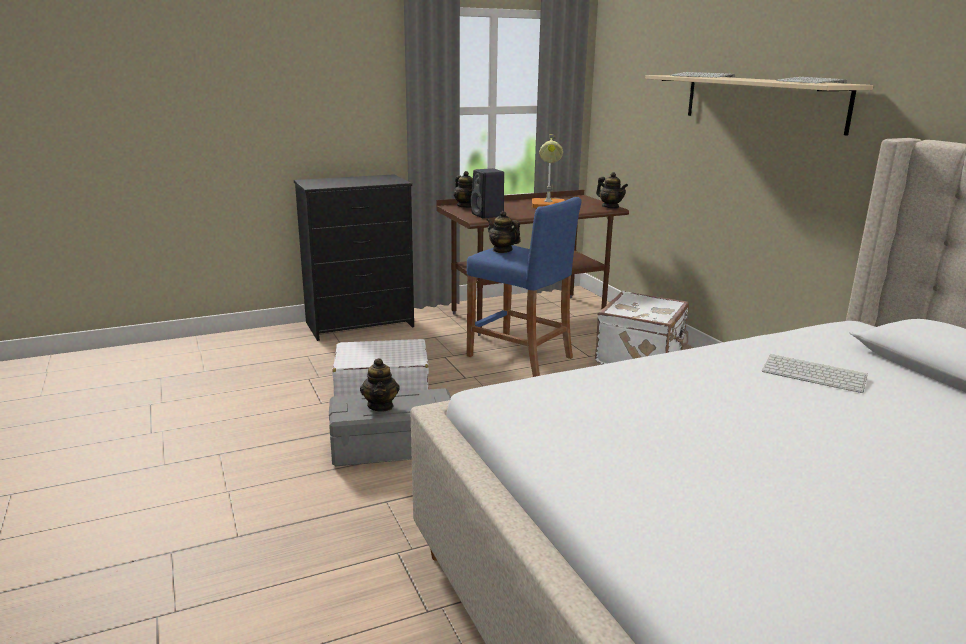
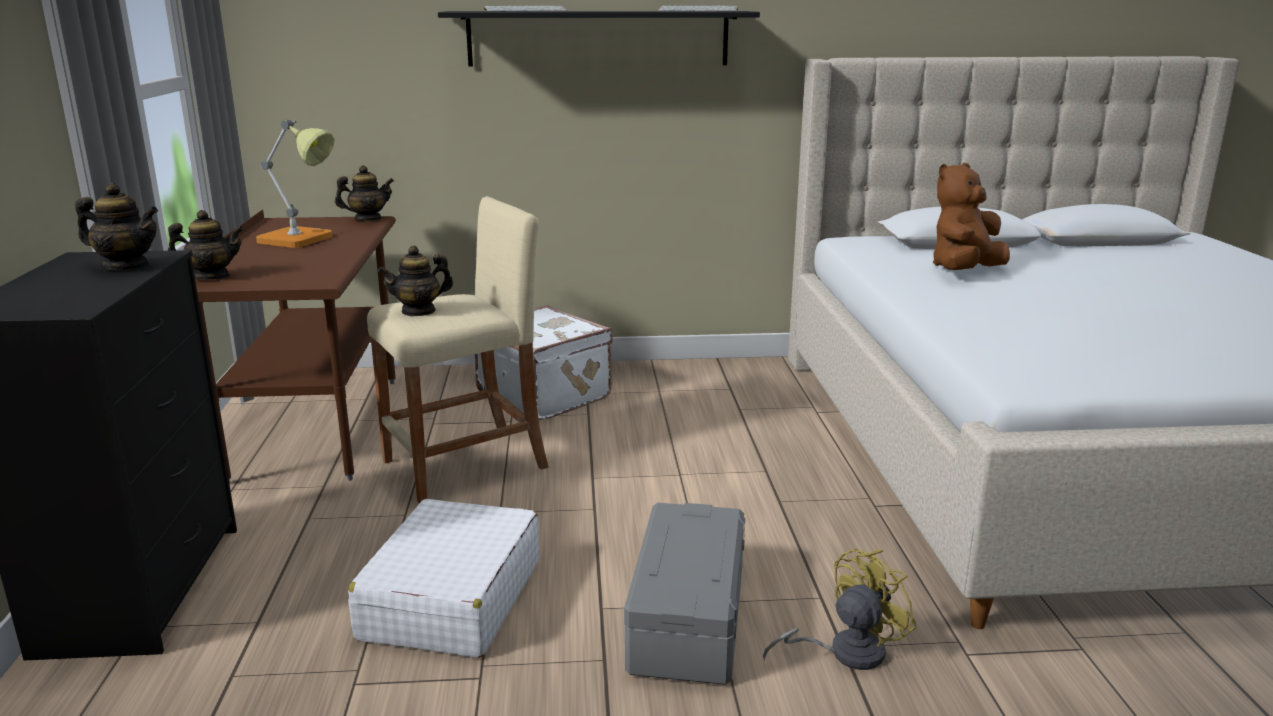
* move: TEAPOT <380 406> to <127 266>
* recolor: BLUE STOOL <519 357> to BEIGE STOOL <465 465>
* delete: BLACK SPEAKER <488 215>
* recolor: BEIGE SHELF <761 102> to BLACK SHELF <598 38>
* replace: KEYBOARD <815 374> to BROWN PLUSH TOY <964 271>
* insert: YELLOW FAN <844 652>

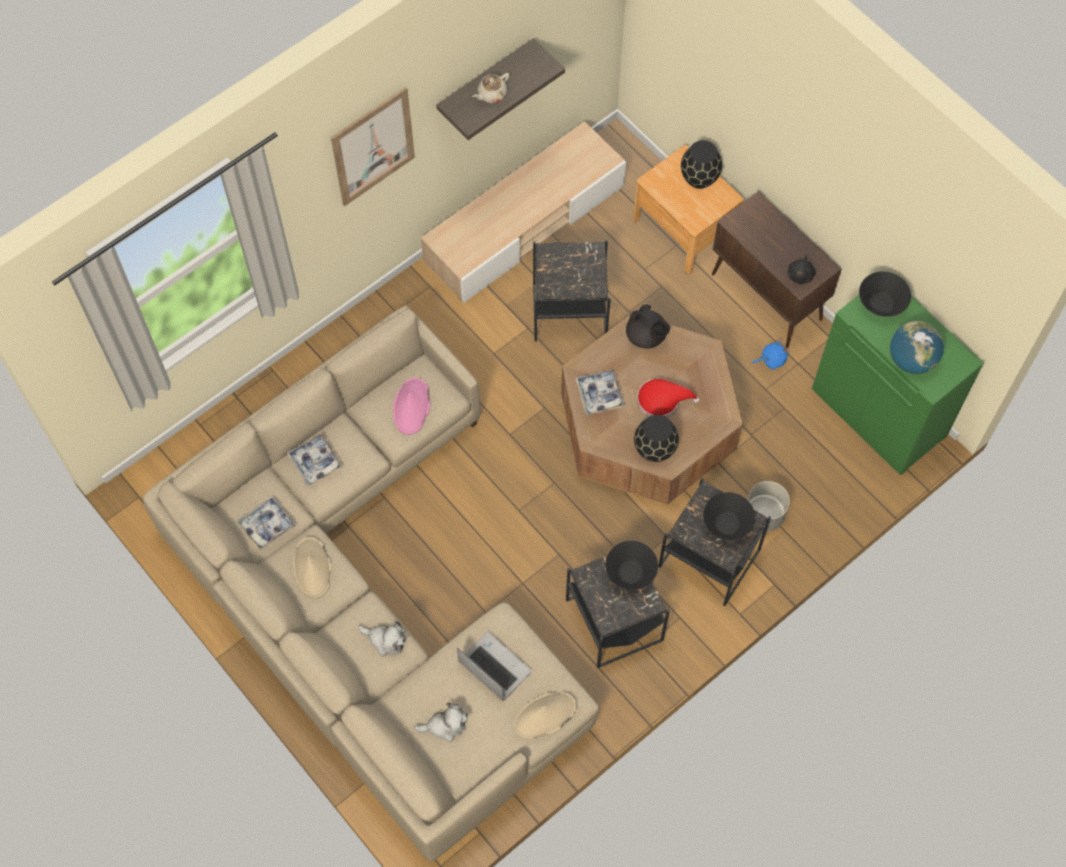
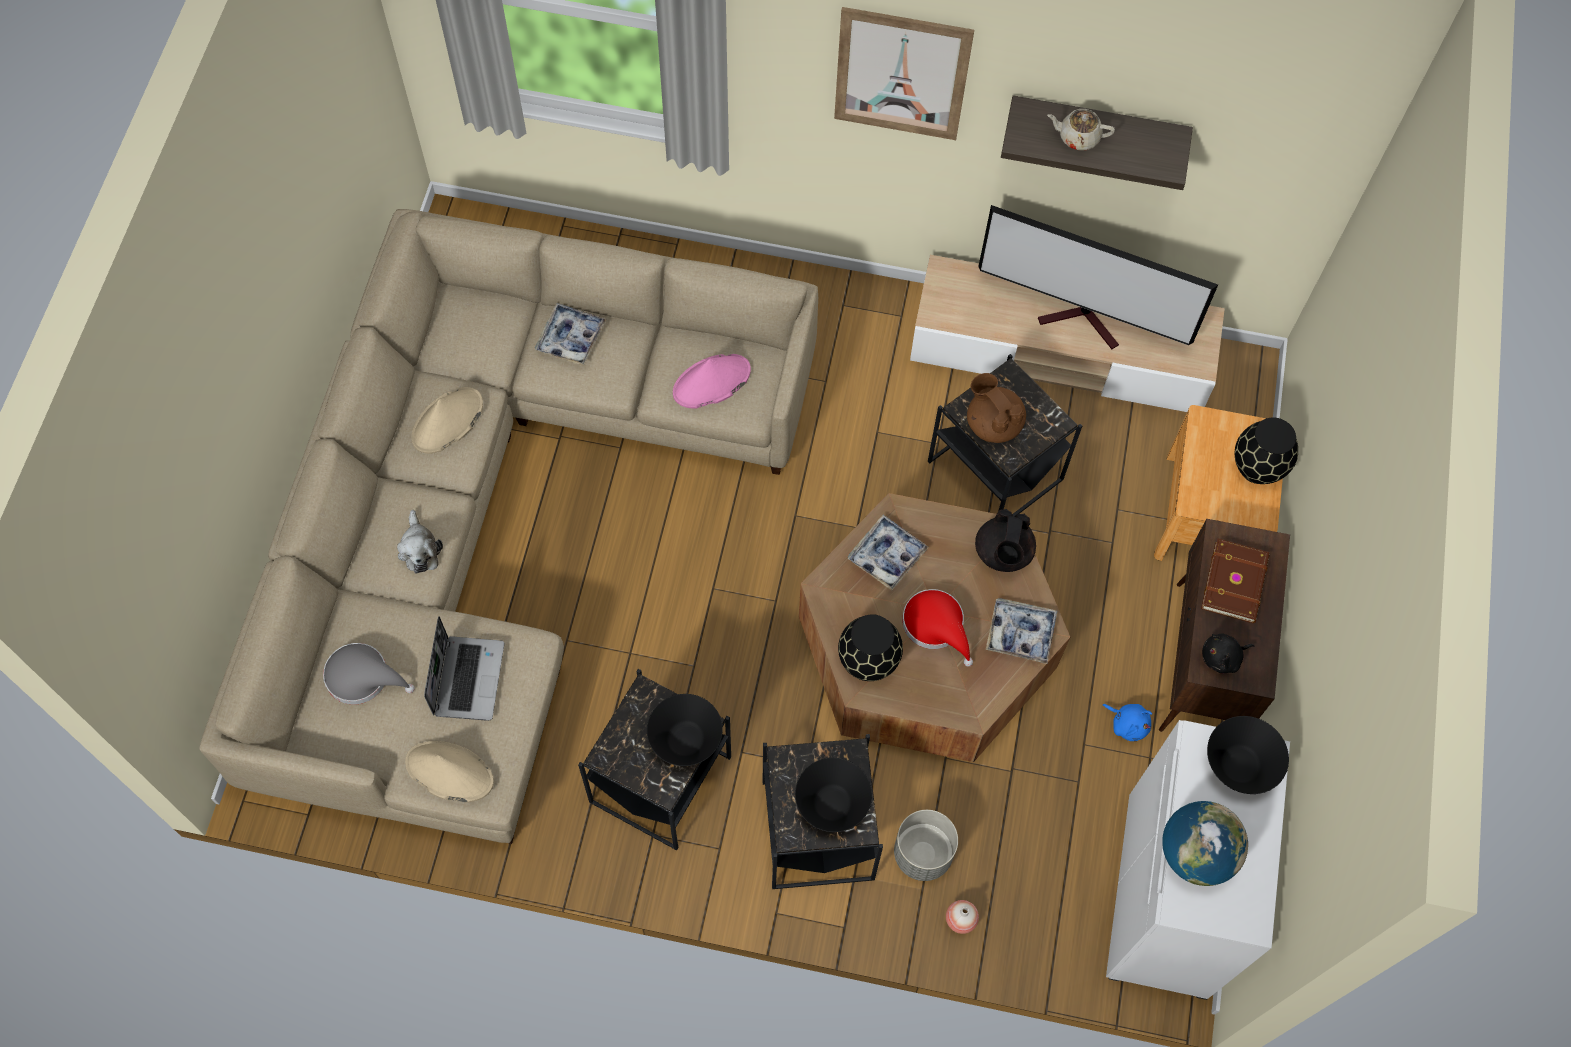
* move: TRAY <267 525> to <1020 633>
* replace: PLUSH TOY <445 725> to GREY HAT <363 677>
* recolor: GREEN CABINET <879 413> to WHITE CABINET <1168 897>
* insert: VASE <960 920>
* insert: BROWN TEAPOT <993 423>
* insert: TELEVISION <1084 322>
* insert: BROWN BOOK <1236 582>

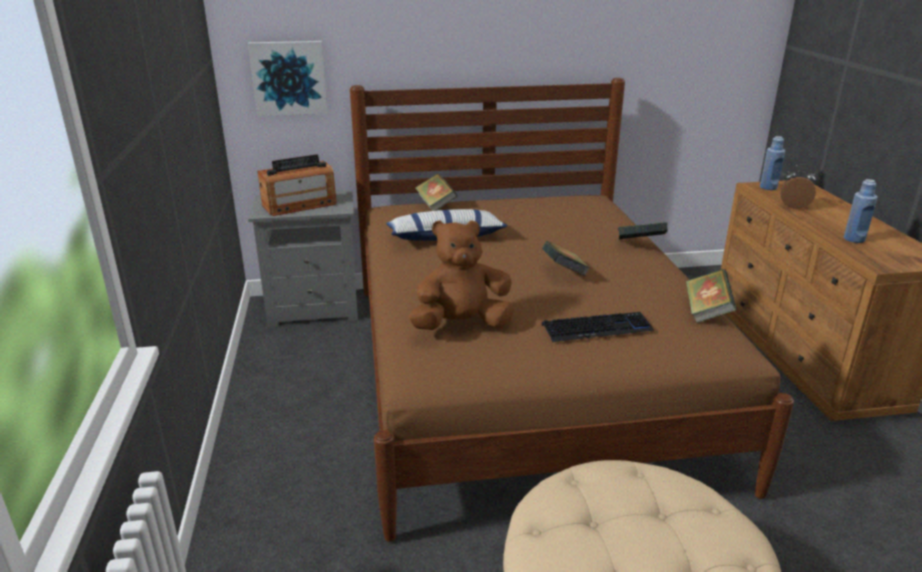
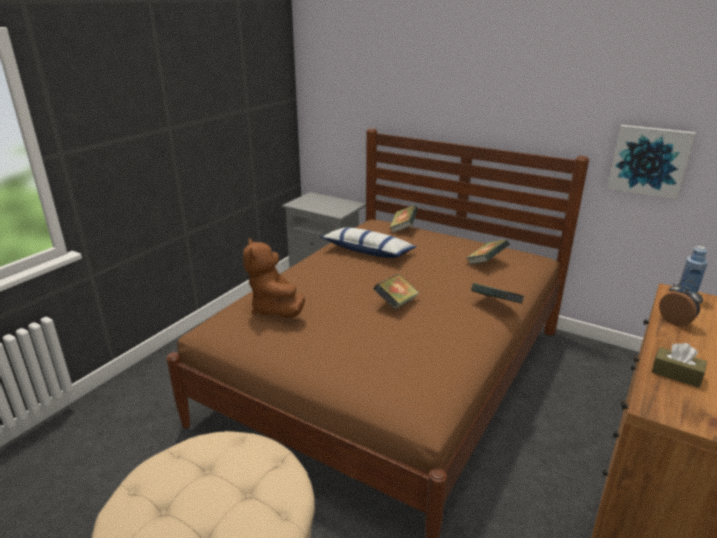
* move: PICTURE <289 78> to <649 161>
* delete: RADIO <299 205>
* rotate: BROWN PLUSH TOY <461 325> = <275 309> 135 degrees counterclockwise
* delete: KEYBOARD <597 328>
* move: BOOK <707 312> to <486 262>
* replace: BLUE BOTTLE <854 239> to BROWN TISSUE BOX <676 374>

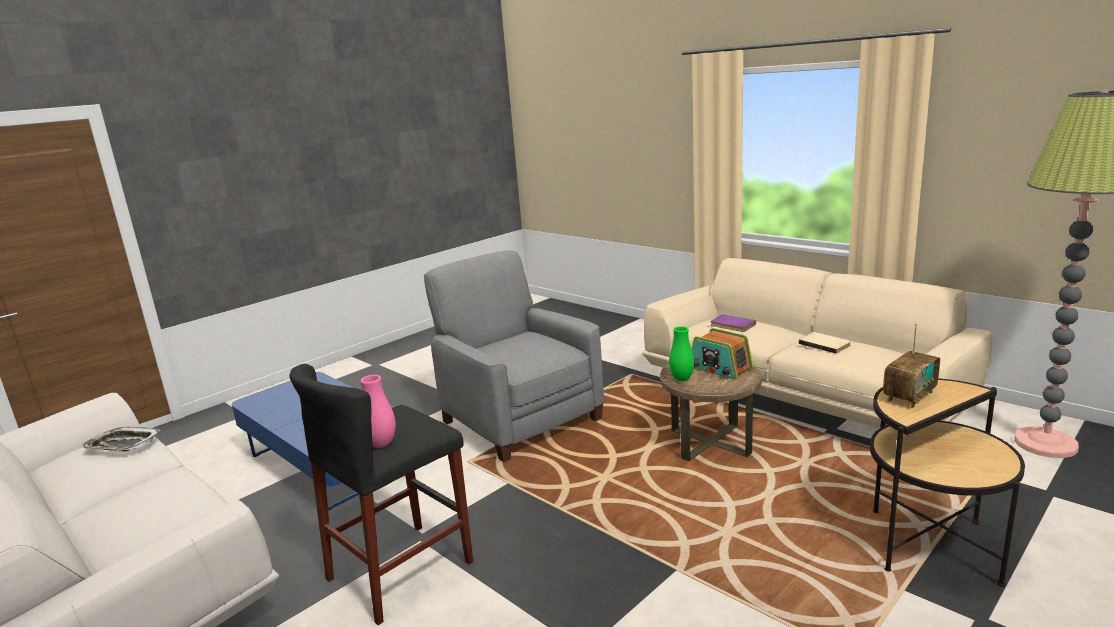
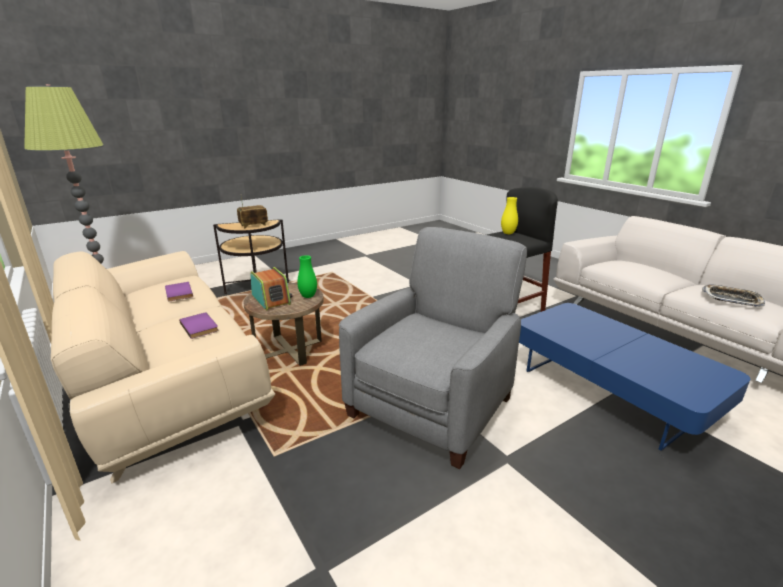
* recolor: PINK VASE <382 444> to YELLOW VASE <508 233>
* rotate: GREY ARMCHAIR <520 420> = <432 406> 120 degrees counterclockwise
* recolor: BEIGE BOOK <825 344> to PURPLE BOOK <177 293>

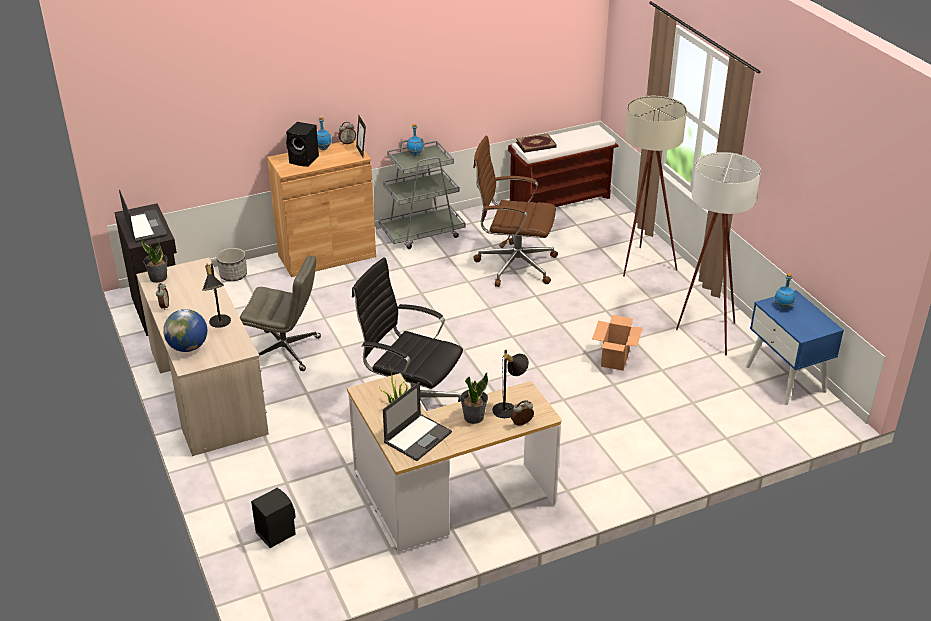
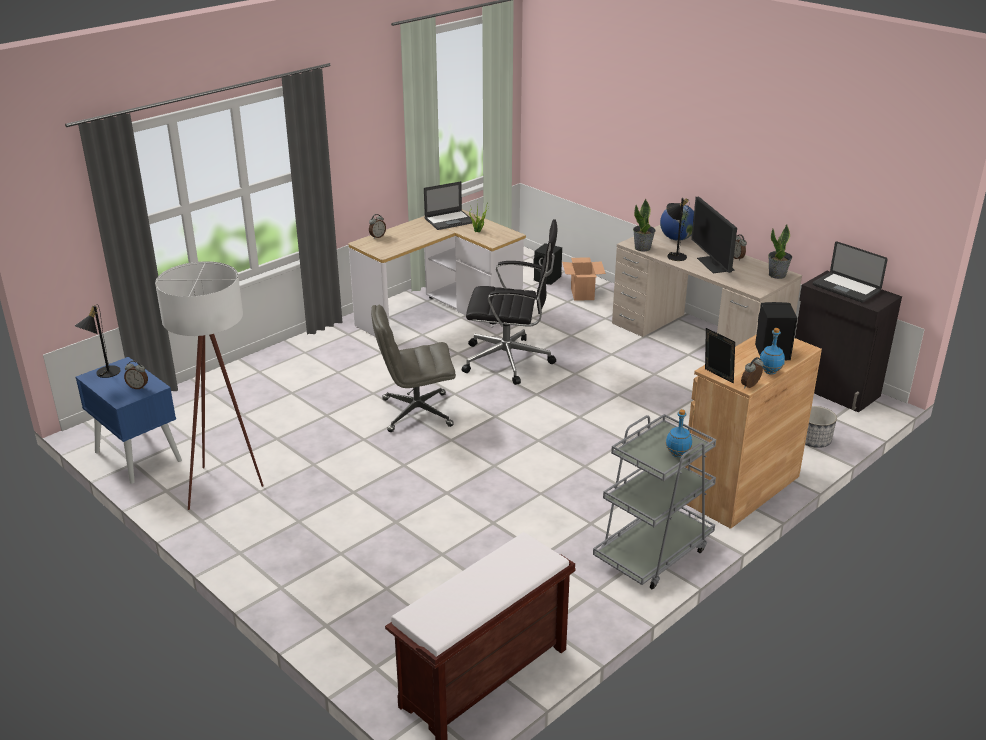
* move: GREY OFFICE CHAIR <285 351> to <416 413>
* rotate: LAPTOP <418 437> = <450 220> 135 degrees counterclockwise
* move: POTTED PLANT <473 417> to <642 248>
* delete: BROWN OFFICE CHAIR <513 265>
* move: BLACK TABLE LAMP <508 409> to <103 373>
* delete: BOOK <536 145>
* move: CARDBOARD BOX <615 359> to <582 293>
* delete: BEIGE FLOOR LAMP <641 267>
* replace: BLUE BOTTLE <782 307> to ALARM CLOCK <138 387>
* insert: MONITOR <715 264>

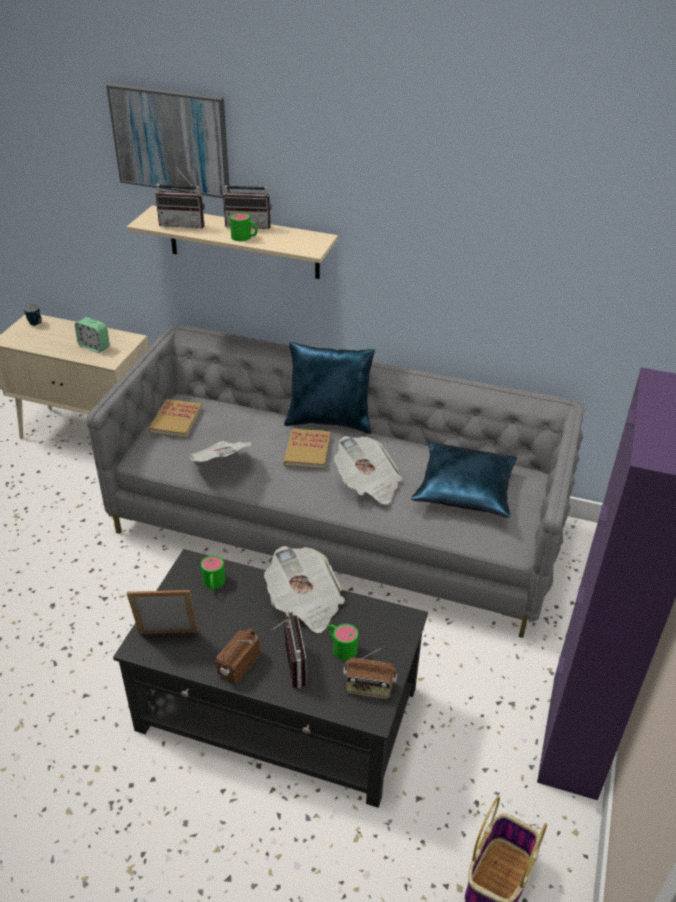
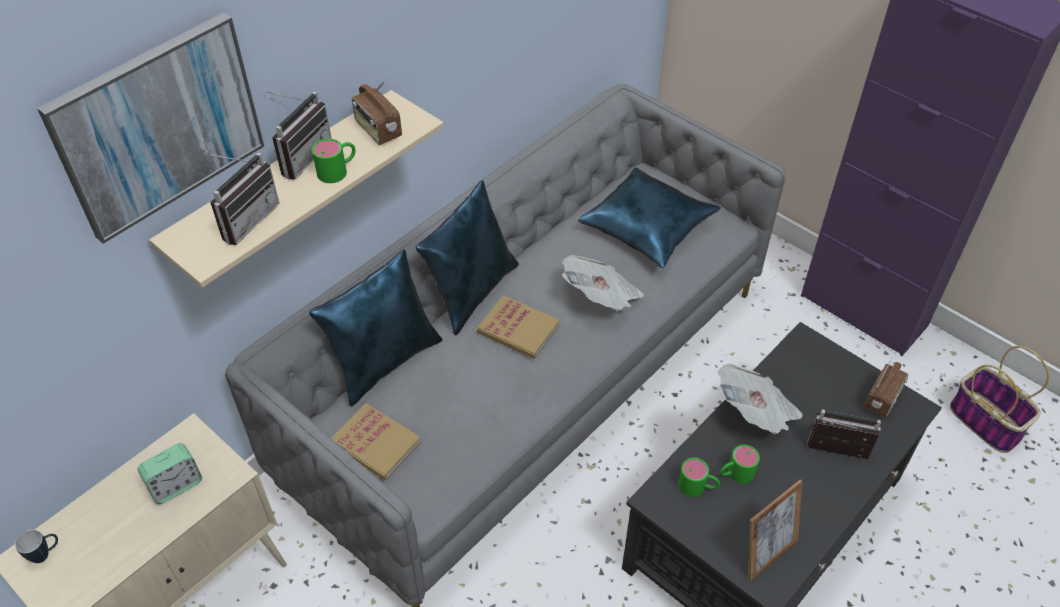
* rotate: PICTURE FRAME <167 638> = <766 553> 150 degrees counterclockwise
* delete: NEWSPAPER <220 463>
* move: RADIO <238 665> to <378 130>
* move: GREEN MUG <340 646> to <735 474>
* insert: BLUE PILLOW <385 361>

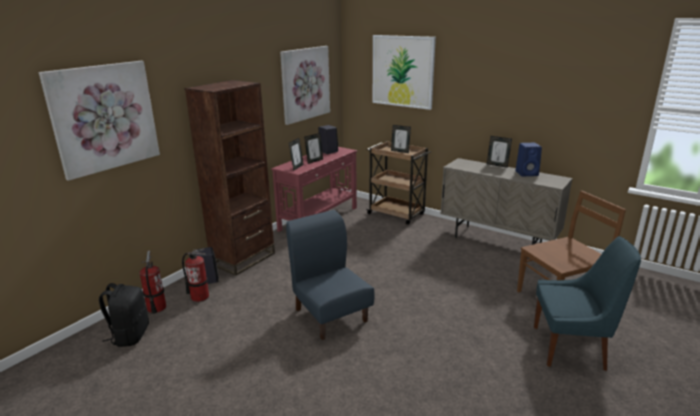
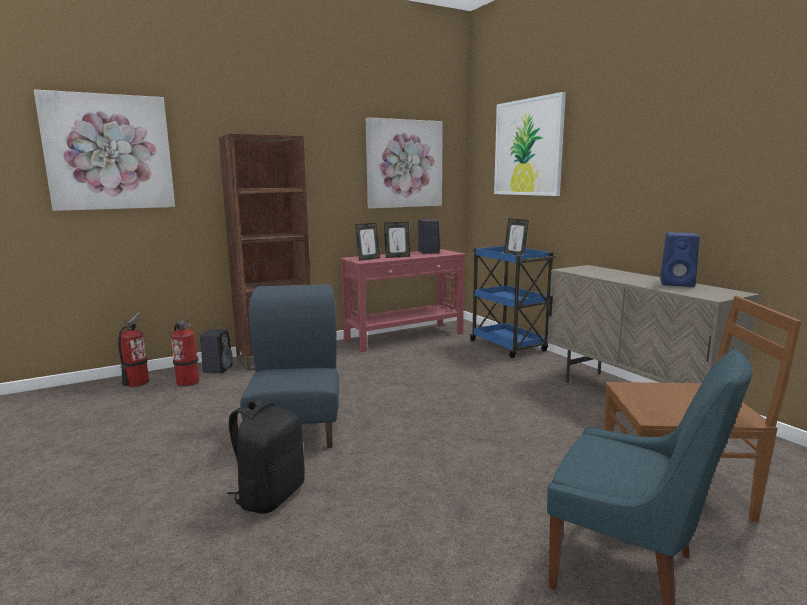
* move: BLACK BACKPACK <130 335> to <270 495>
* recolor: BROWN CART <397 214> to BLUE CART <509 346>
* delete: PICTURE FRAME <497 165>

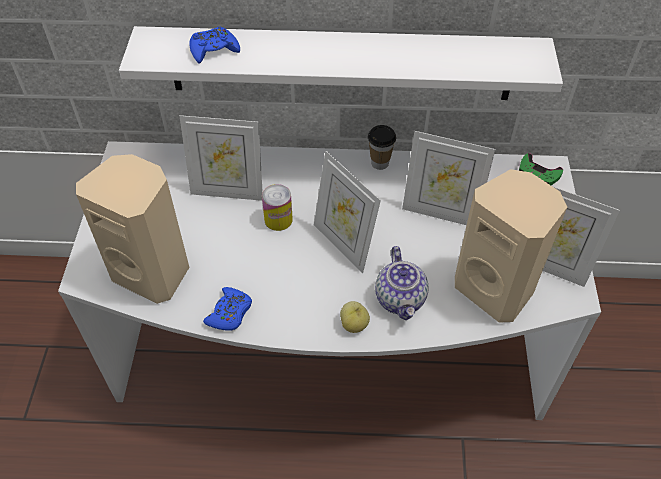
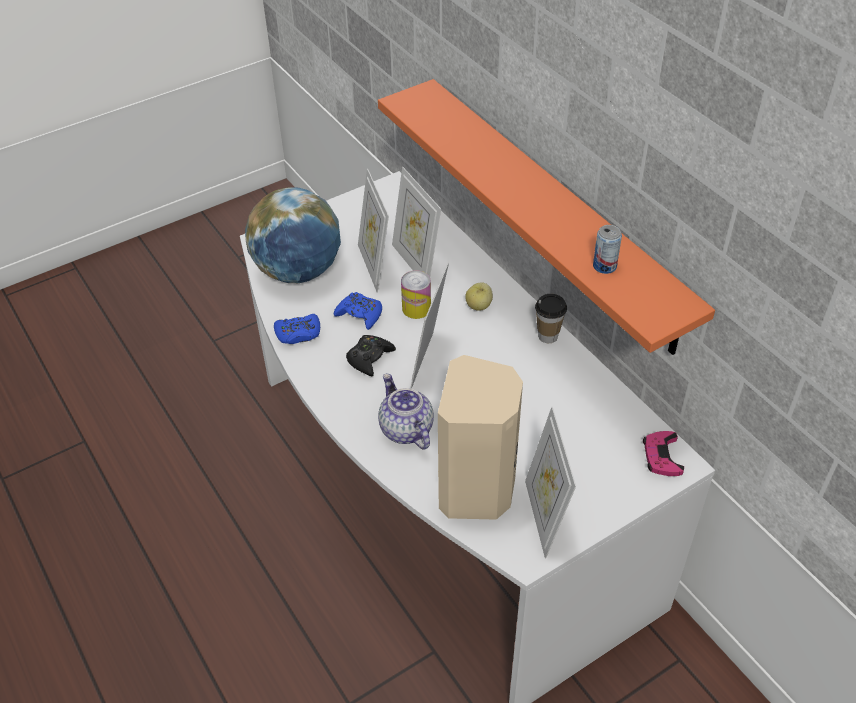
* replace: BEIGE SPEAKER <153 272> to GLOBE <298 271>
* recolor: WHITE SHELF <341 63> to ORANGE SHELF <553 212>
* move: BLUE GAME CONTROLLER <214 50> to <360 314>
* move: APPLE <354 324> to <479 306>
* rotate: TEAPOT <401 299> = <405 429> 105 degrees clockwise
* move: PICTURE FRAME <440 212> to <374 266>
* recolor: GREEN GAME CONTROLLER <538 173> to PINK GAME CONTROLLER <662 456>
* insert: BLACK GAME CONTROLLER <369 358>
* insert: CAN <604 266>

